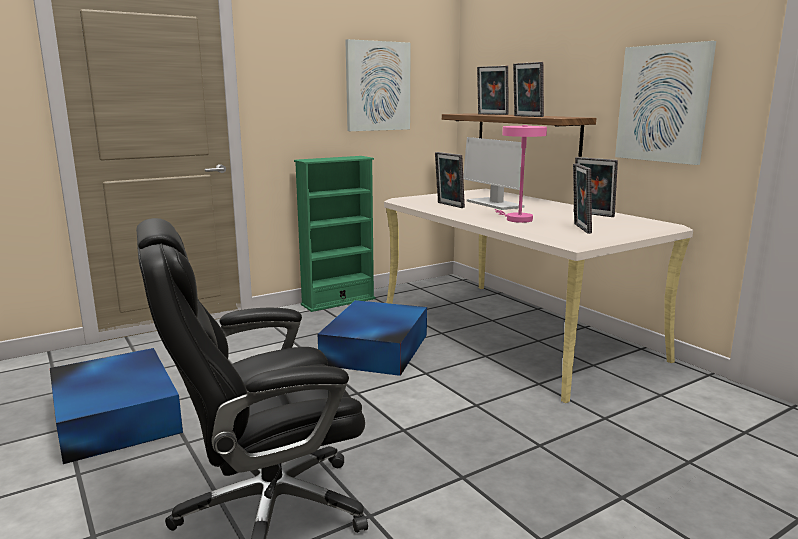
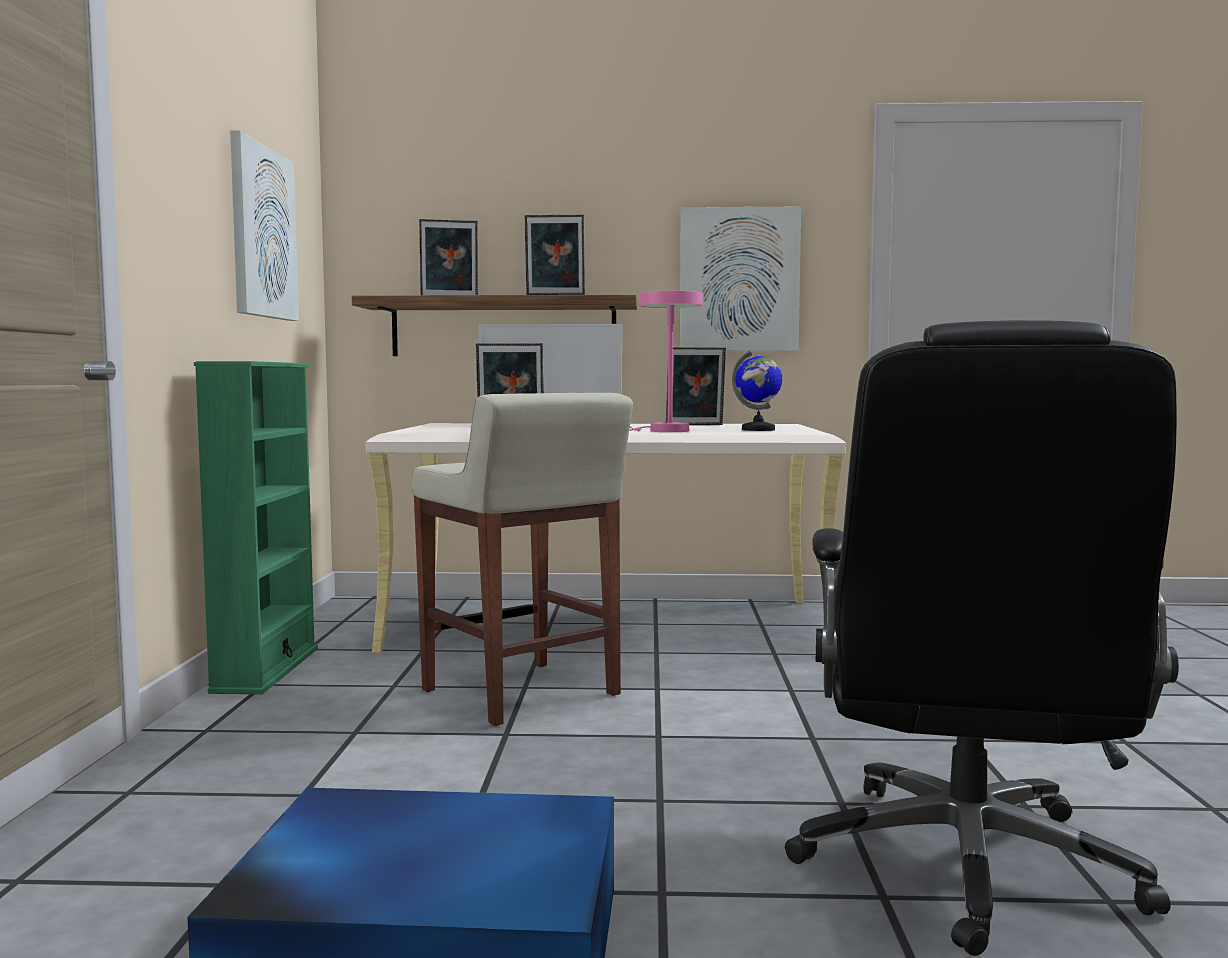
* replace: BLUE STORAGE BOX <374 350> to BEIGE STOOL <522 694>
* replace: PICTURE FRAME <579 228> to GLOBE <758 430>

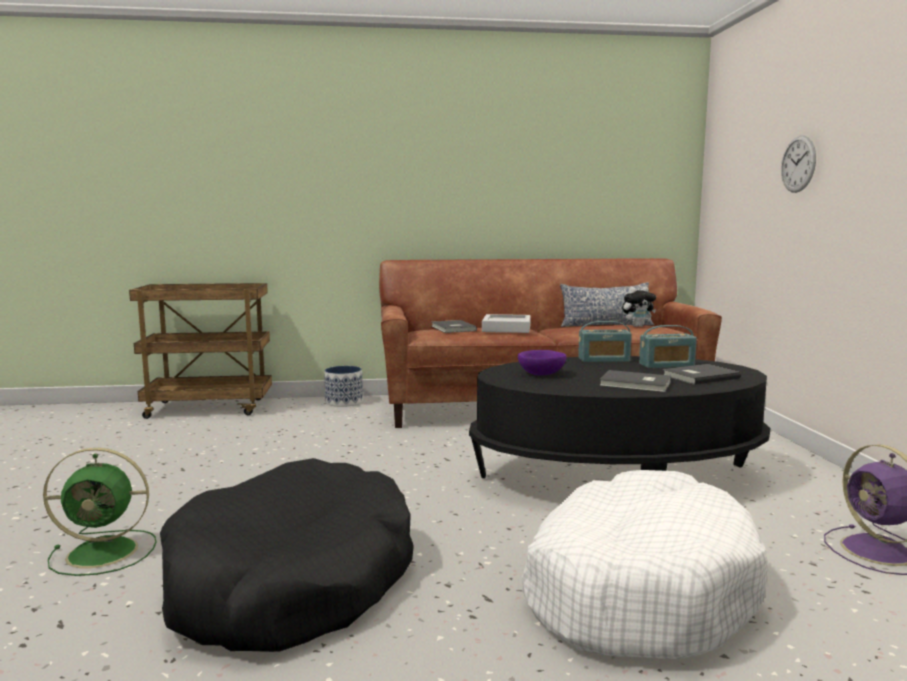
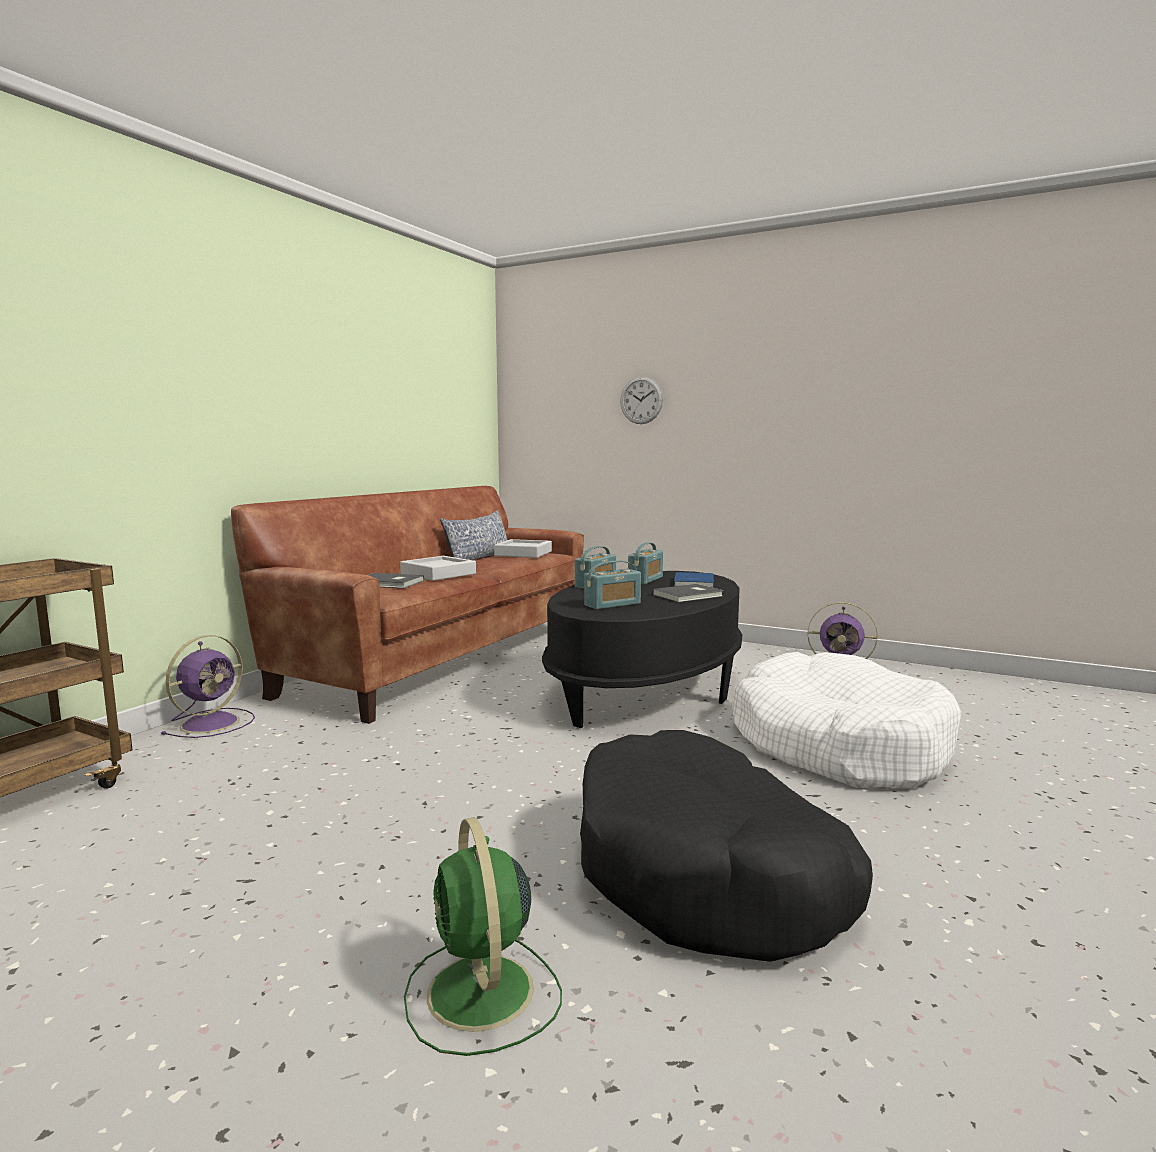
* rotate: GREEN FAN <106 552> = <481 995> 135 degrees clockwise
* replace: PLANTER <344 402> to PURPLE FAN <212 722>
* replace: PURPLE BOWL <542 374> to RADIO <612 604>
* replace: PLUSH TOY <637 326> to GREY TRAY <523 553>
* recolor: GREY BOOK <698 376> to BLUE BOOK <692 582>

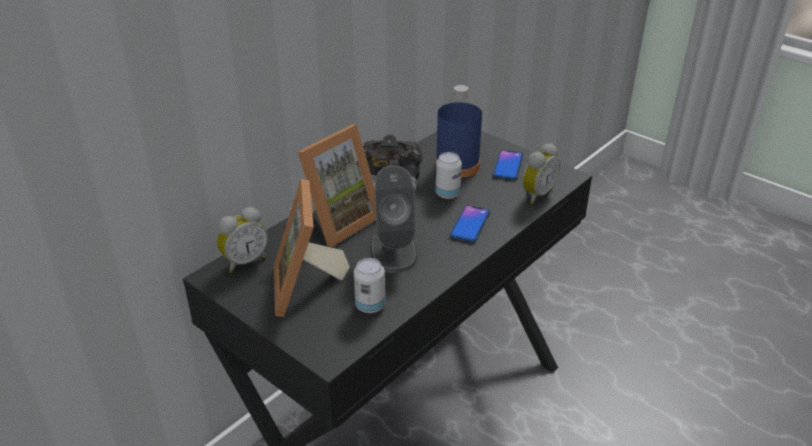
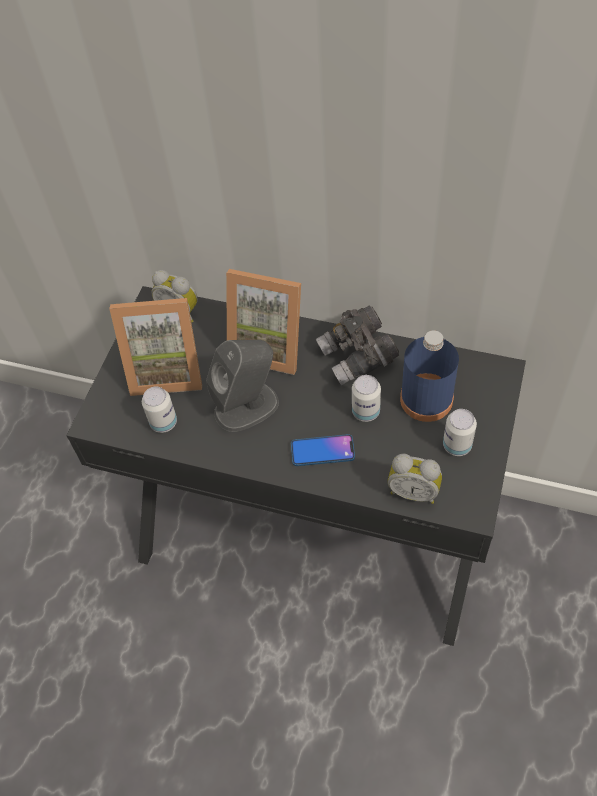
* rotate: PICTURE FRAME <307 288> = <166 369> 150 degrees counterclockwise
* replace: PHONE <508 165> to CAN <457 445>

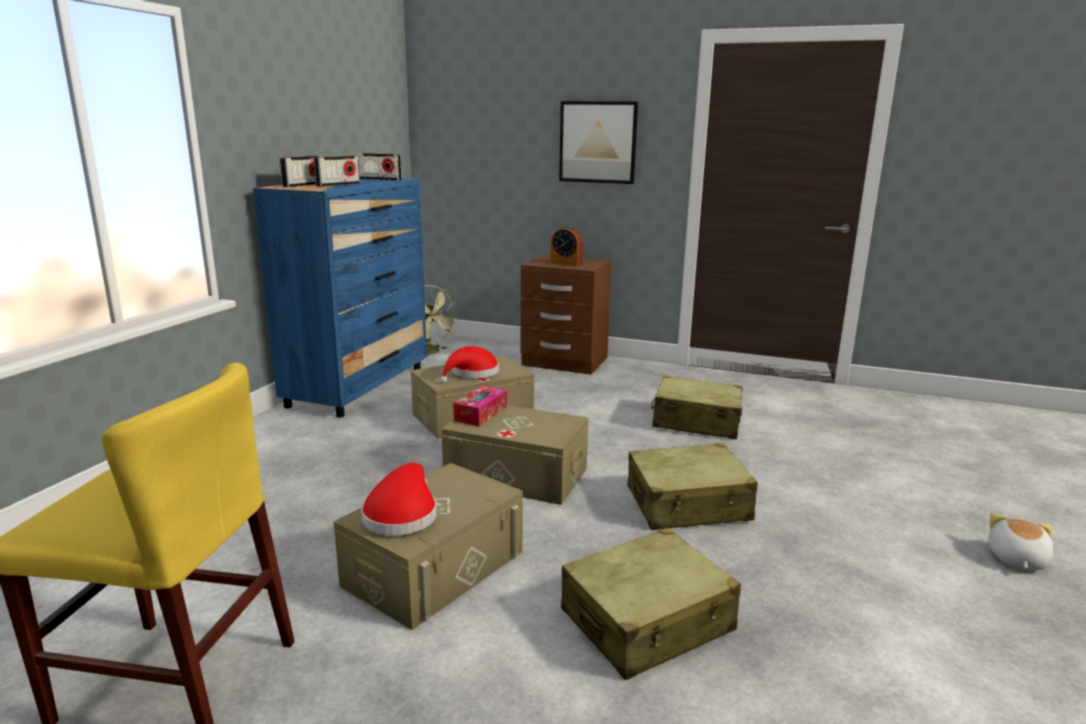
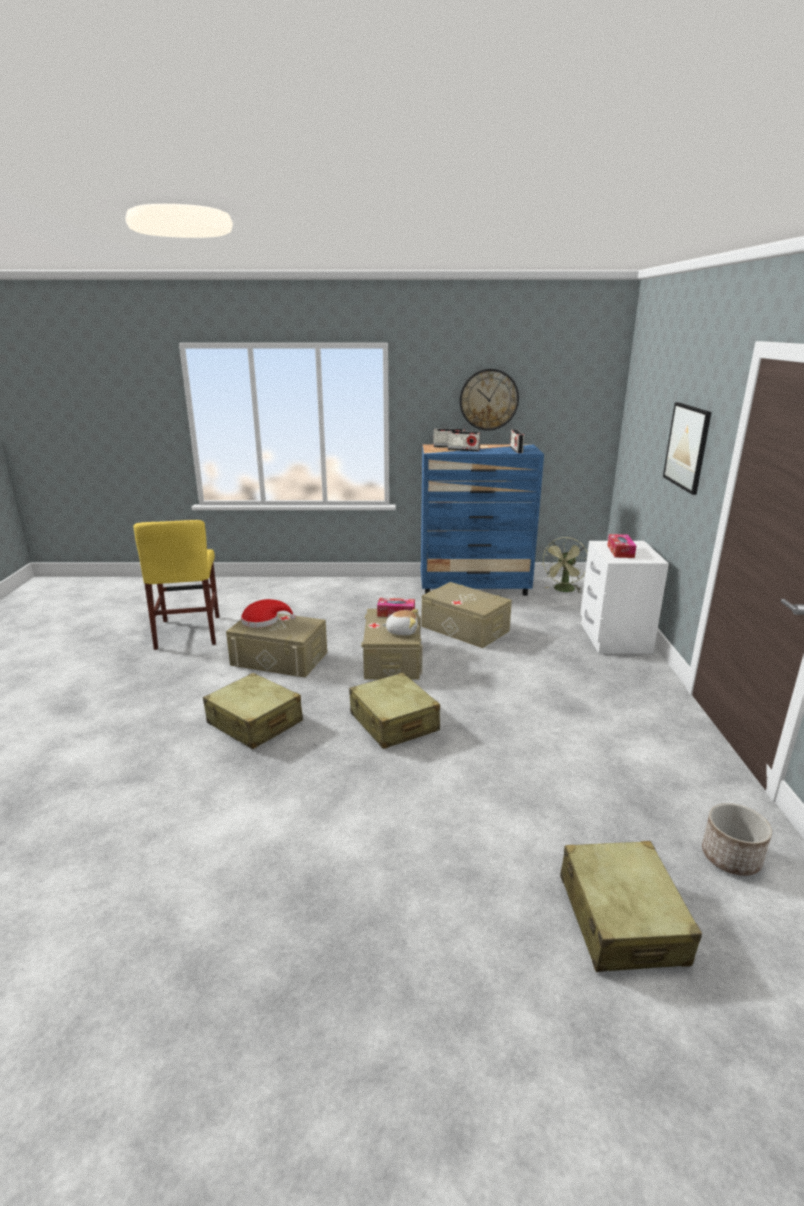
* delete: RED HAT <472 373>
* recolor: BROWN NIGHTSTAND <564 362> to WHITE NIGHTSTAND <613 638>
* replace: ALARM CLOCK <566 263> to TISSUE BOX <620 551>
* move: BEIGE SUITCASE <696 422> to <621 919>
* move: PLUSH TOY <1016 559> to <401 631>
* insert: WALL CLOCK <488 399>
* insert: PLANTER <731 858>

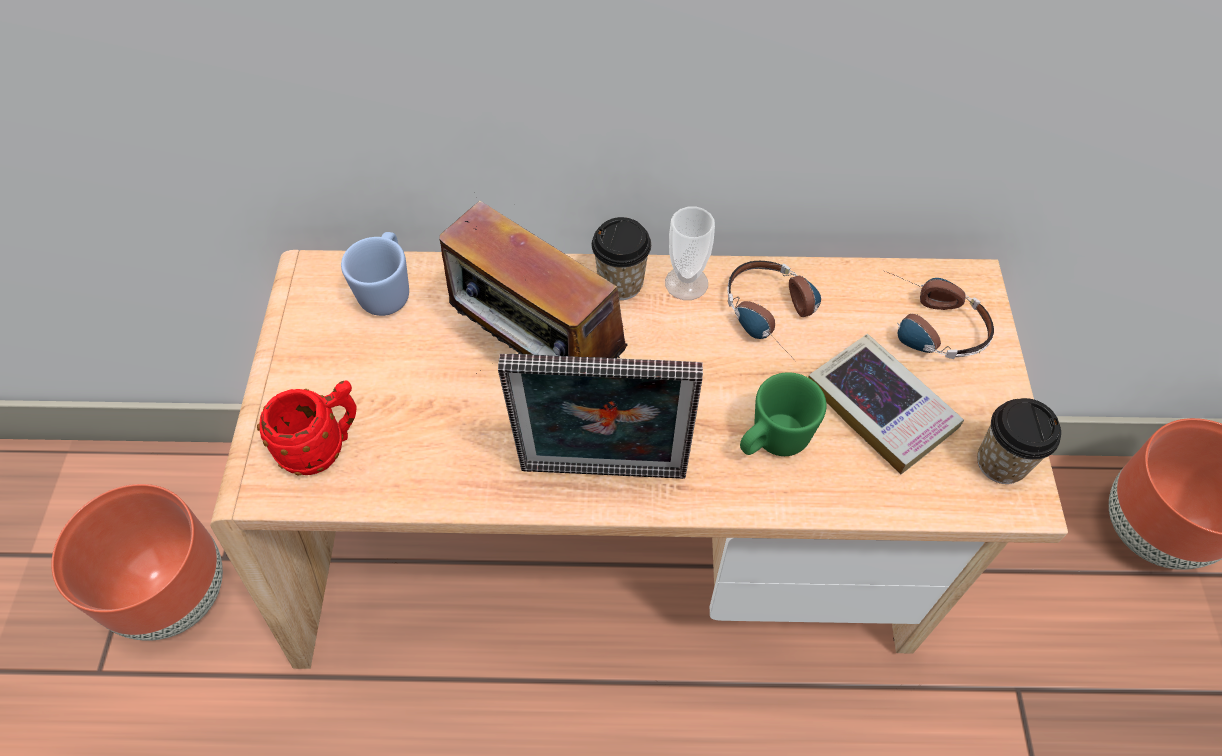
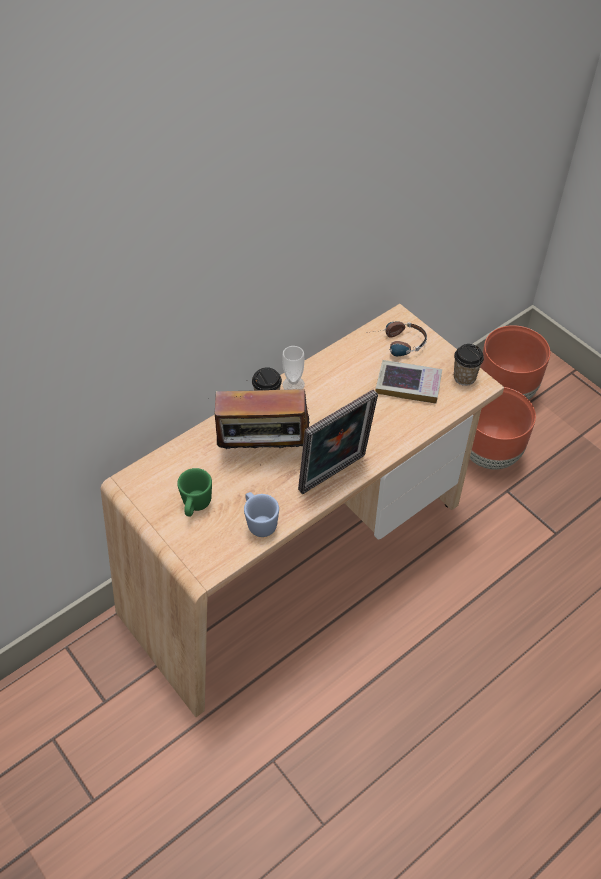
* move: BROWN PLANTER <175 596> to <490 454>
* delete: RED MUG <324 446>
* move: BLUE MUG <388 290> to <259 522>
* delete: HEADPHONES <776 318>
* move: GREEN MUG <772 441> to <195 506>

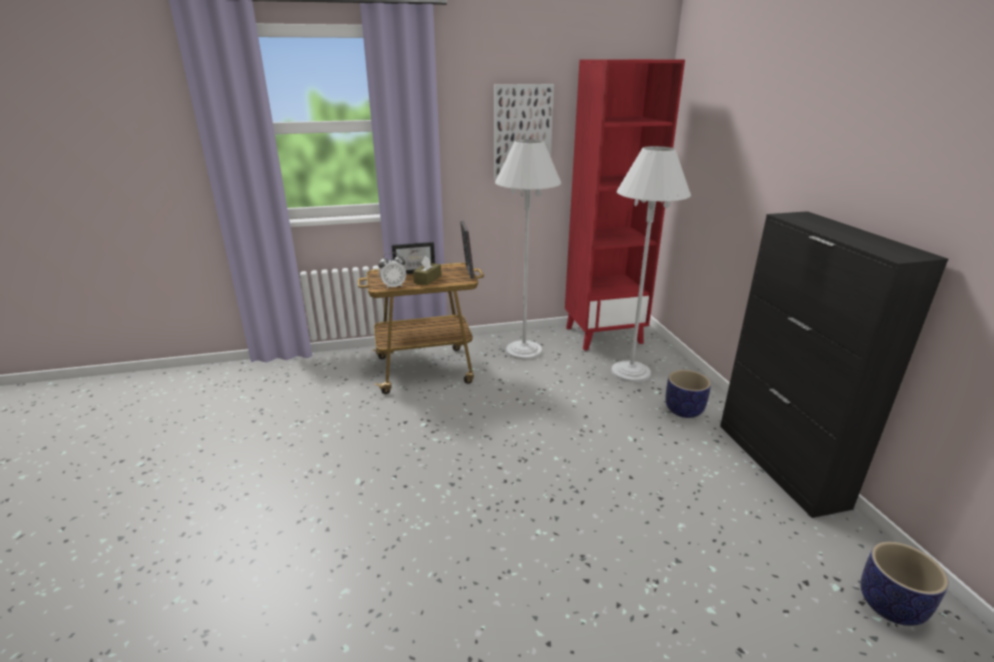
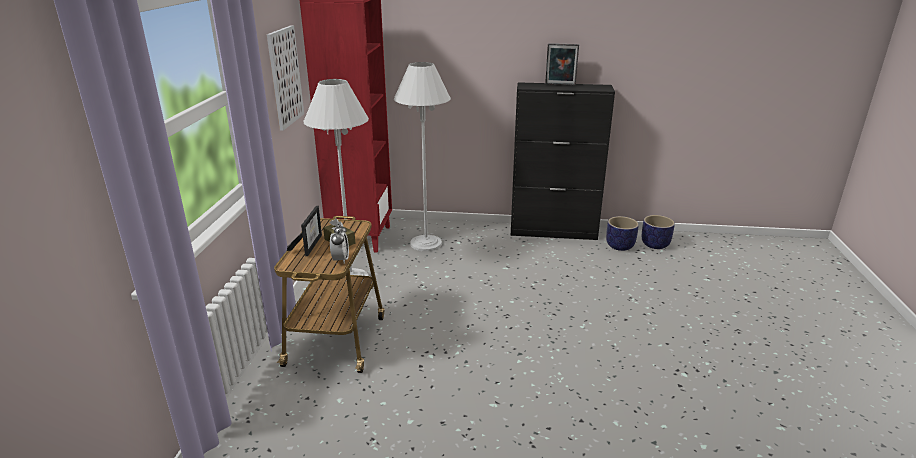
* move: PICTURE FRAME <467 272> to <560 85>
* move: PLANTER <683 410> to <619 246>

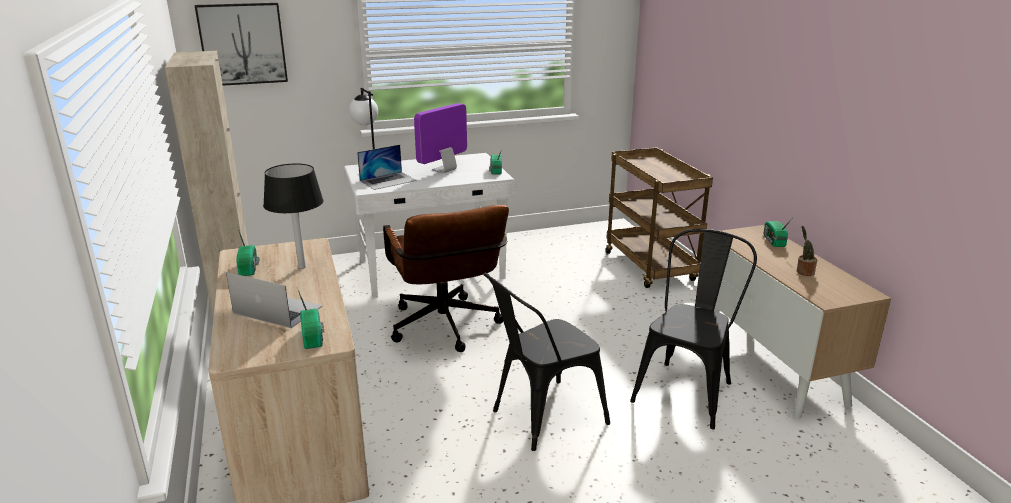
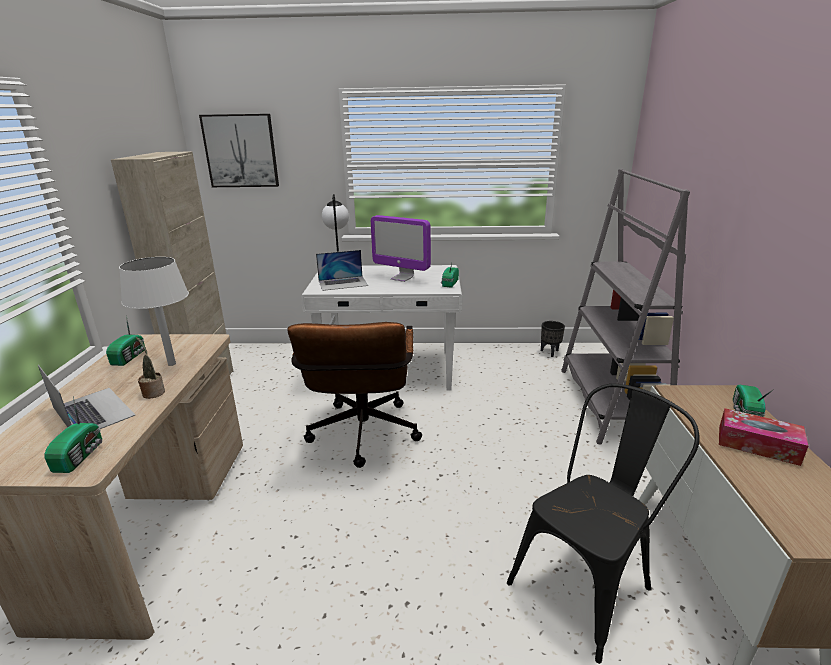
* recolor: BLACK TABLE LAMP <301 267> to WHITE TABLE LAMP <171 364>
* rotate: MONITOR <444 170> = <402 278> 120 degrees counterclockwise
* delete: BLACK CHAIR <541 418>
* replace: BROWN CART <651 267> to GREY BOOKCASE <610 403>
* move: POTTED PLANT <804 271> to <153 392>
* insert: BLACK PLANTER <550 352>
* insert: TISSUE BOX <757 445>

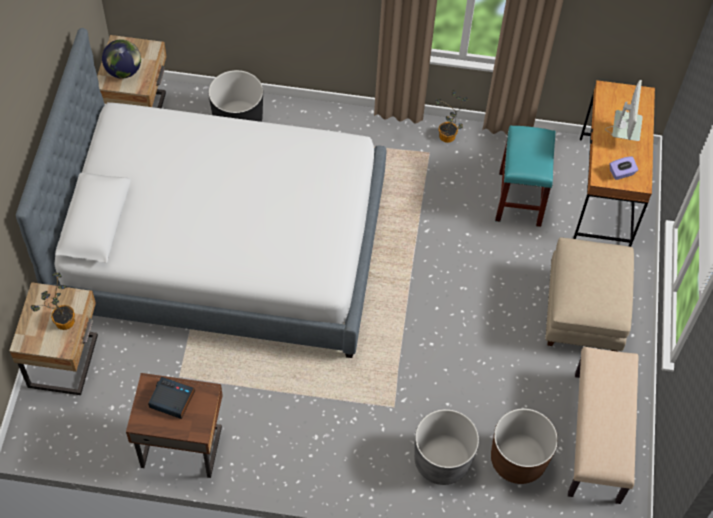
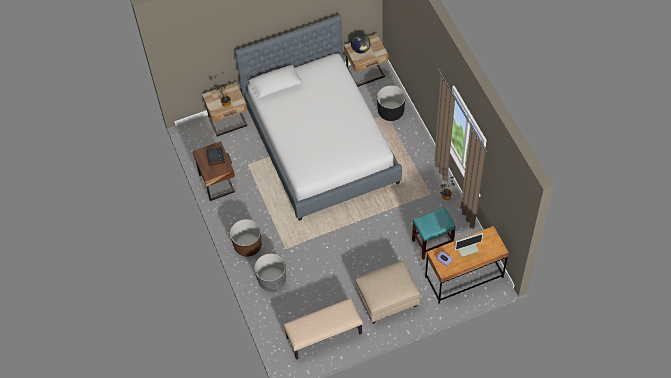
* move: BROWN PLANTER <518 460> to <248 245>

